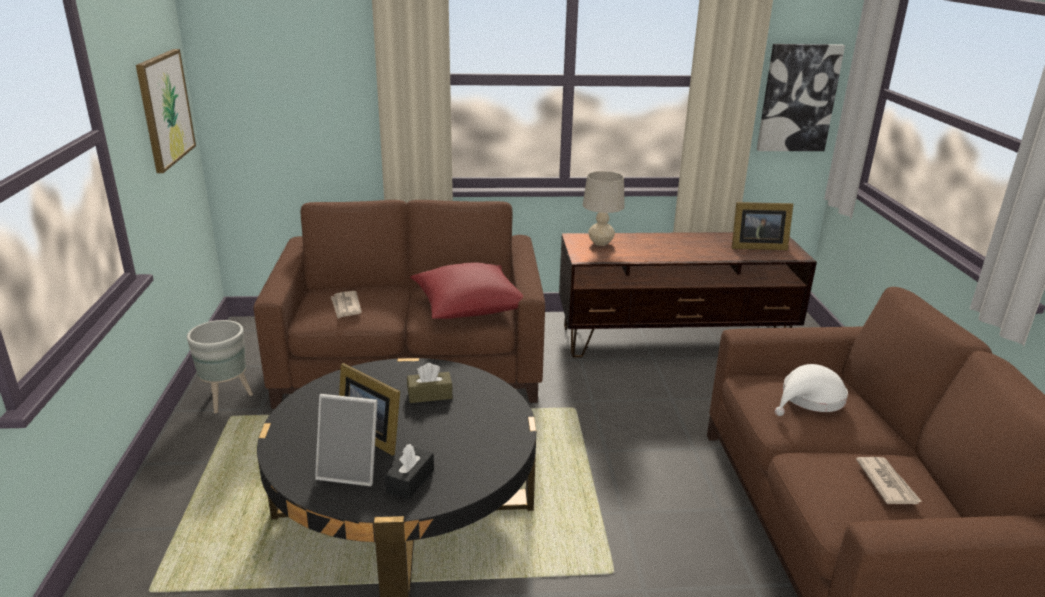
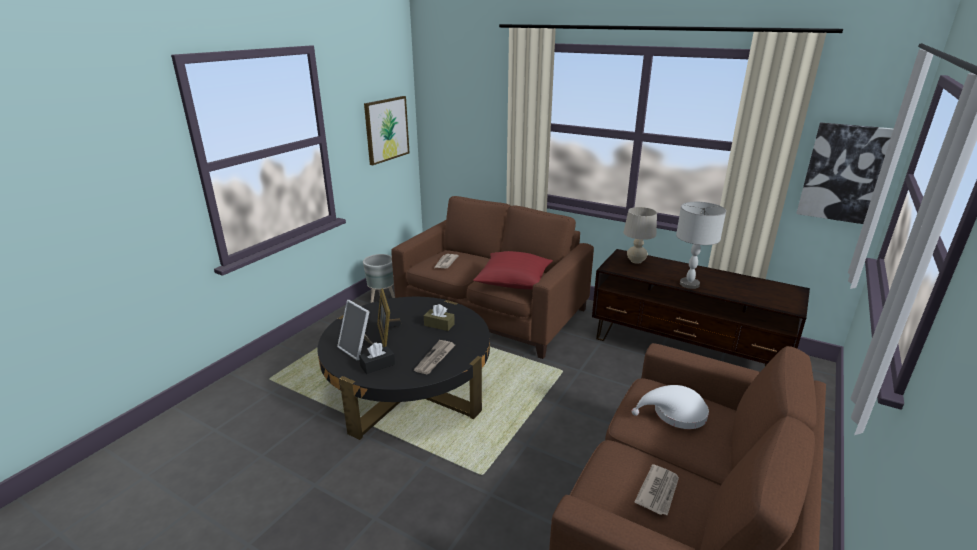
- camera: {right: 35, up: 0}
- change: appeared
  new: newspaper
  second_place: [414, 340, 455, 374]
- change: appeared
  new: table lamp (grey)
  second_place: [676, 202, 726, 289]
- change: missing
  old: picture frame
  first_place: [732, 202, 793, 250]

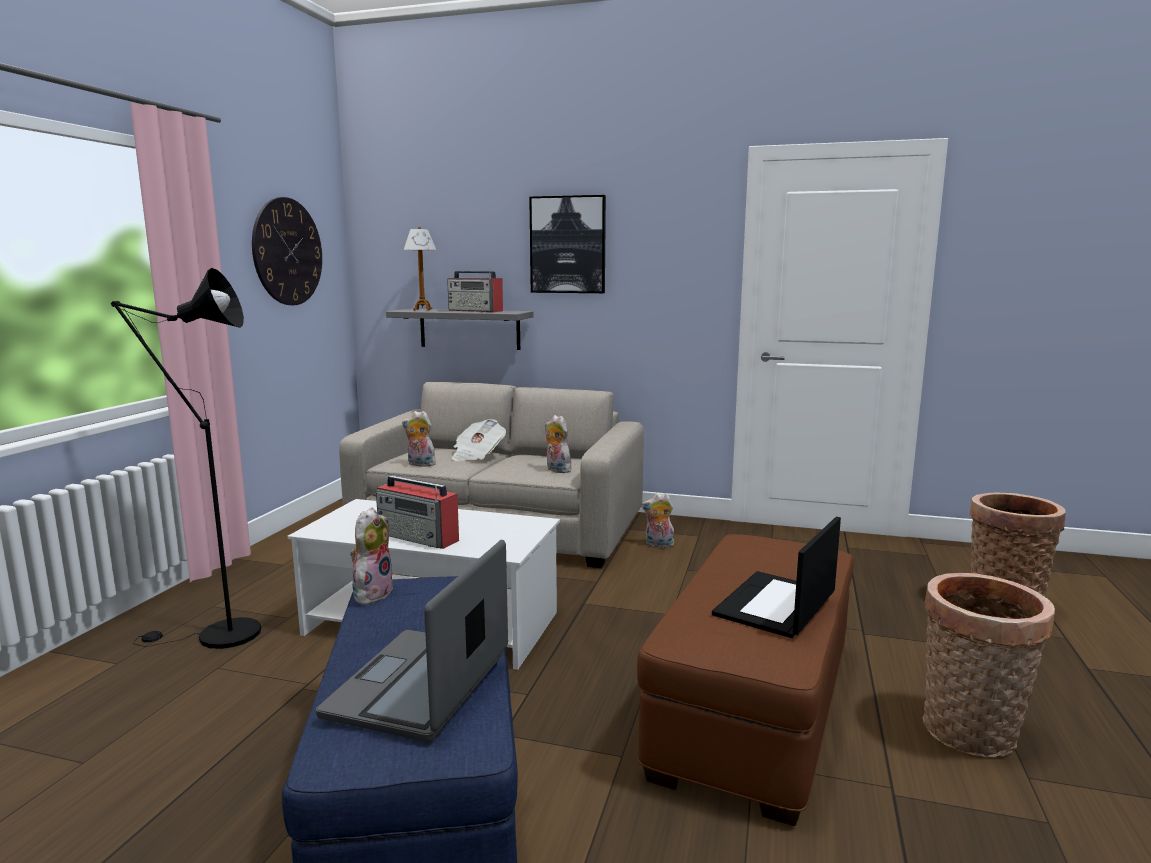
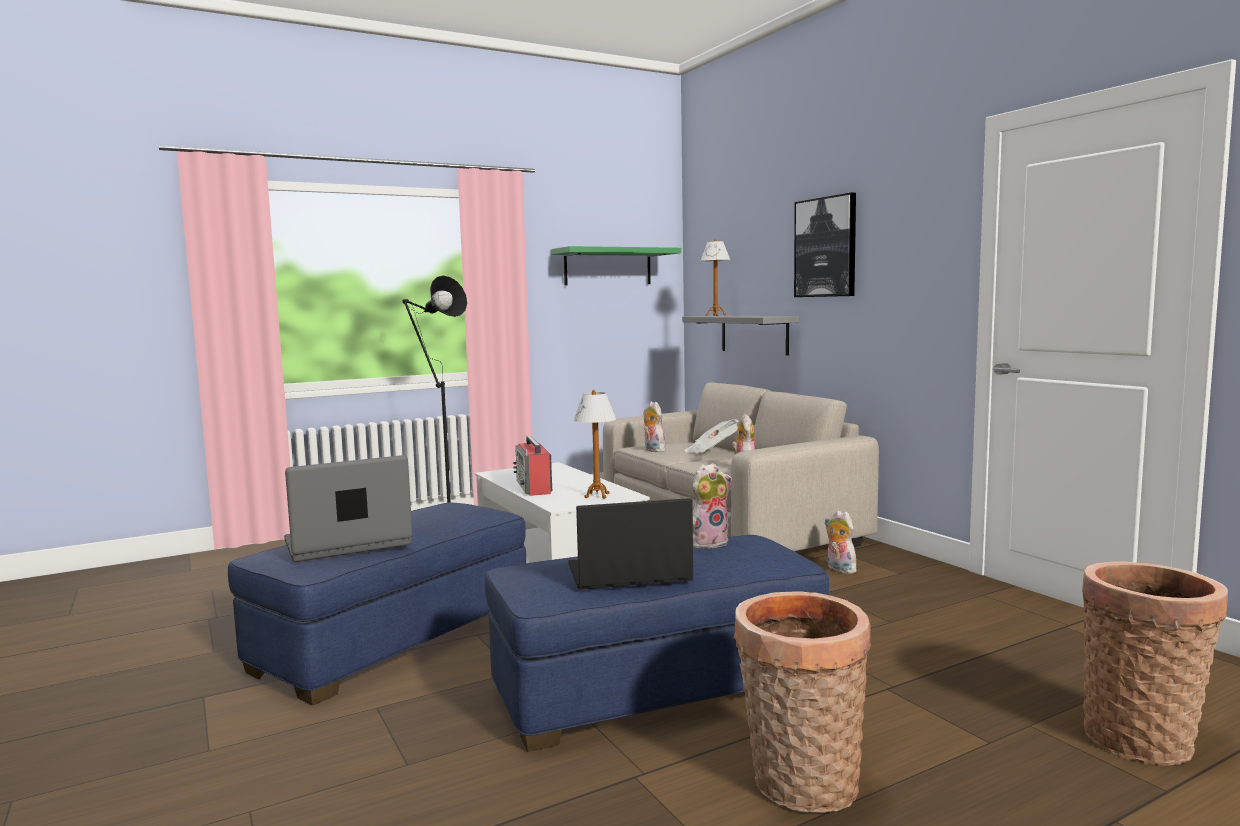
- camera: {right: 45, up: -5}
- change: colour
  old: ottoman (brown)
  new: ottoman (blue)
  first_place: [637, 534, 854, 826]
  second_place: [485, 535, 829, 752]
- change: exchanged
  old: wall clock
  new: shelf (green)
  first_place: [252, 197, 322, 305]
  second_place: [551, 246, 681, 285]
- change: appeared
  new: table lamp
  second_place: [574, 390, 616, 499]
- change: relocated
  old: plush toy
  first_place: [350, 507, 393, 605]
  second_place: [693, 463, 732, 549]
- change: missing
  old: radio
  first_place: [447, 269, 503, 312]

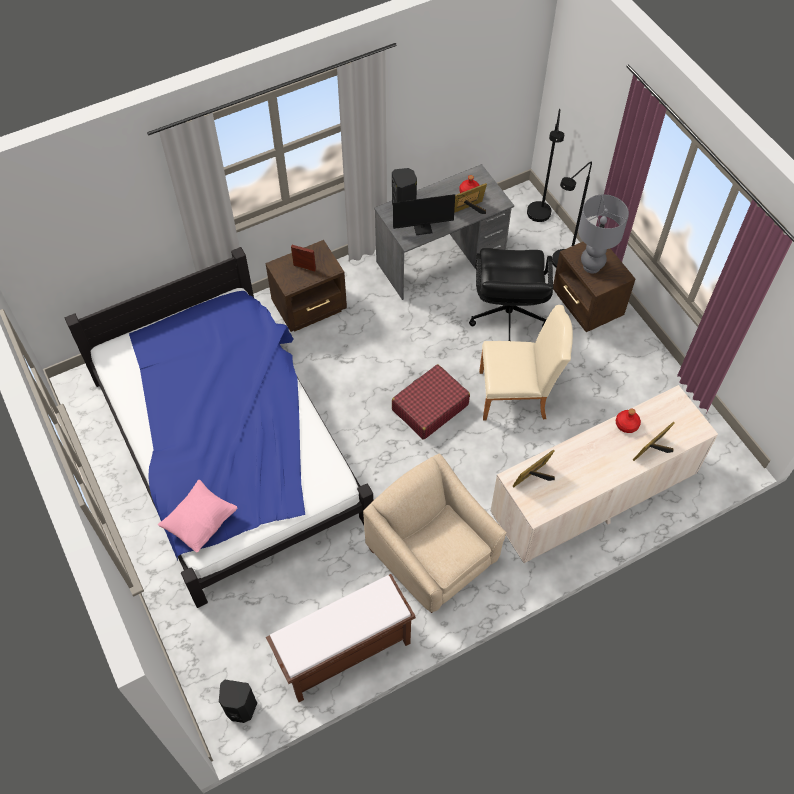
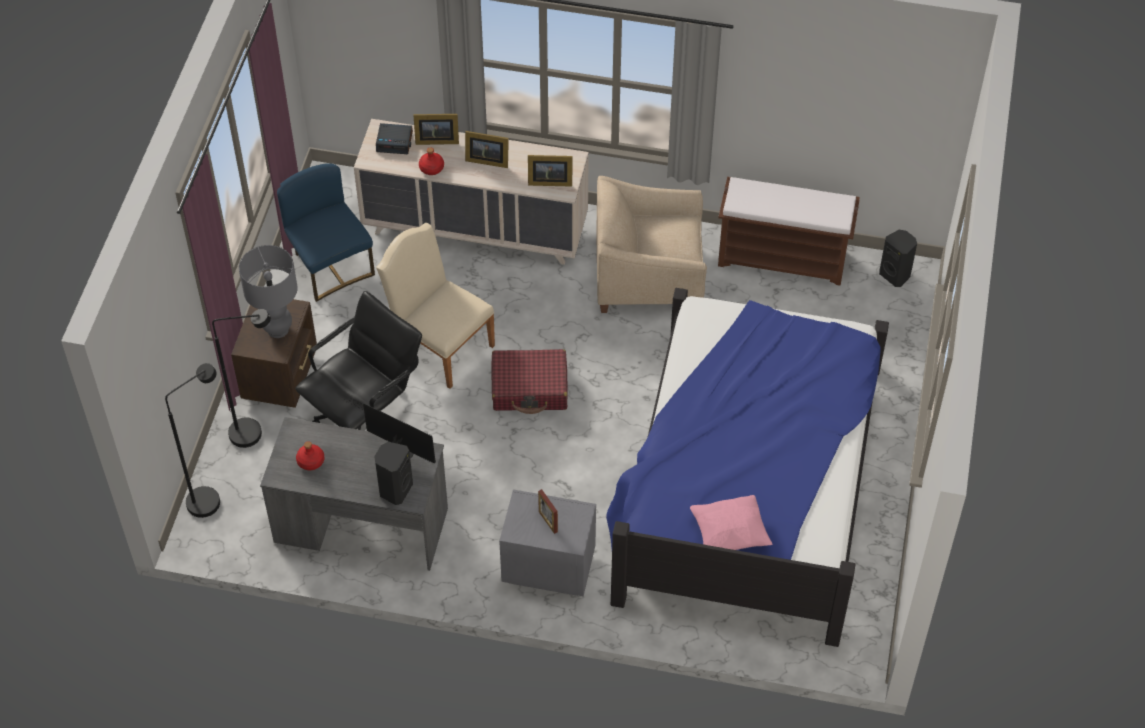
- camera: {right: -140, up: -5}
- change: appeared
  new: chair (blue)
  second_place: [277, 163, 375, 302]
- change: appeared
  new: alarm clock
  second_place: [376, 123, 413, 154]
- change: relocated
  old: picture frame
  first_place: [454, 183, 487, 214]
  second_place: [465, 131, 509, 168]
- change: colour
  old: nightstand (brown)
  new: nightstand (grey)
  first_place: [265, 240, 347, 332]
  second_place: [499, 489, 596, 596]
- change: spun
  old: armchair (beige)
  first_place: [363, 453, 507, 613]
  second_place: [596, 176, 707, 313]
  degrees: 90
- change: relocated
  old: pillow (pink)
  first_place: [158, 480, 237, 552]
  second_place: [690, 495, 773, 550]

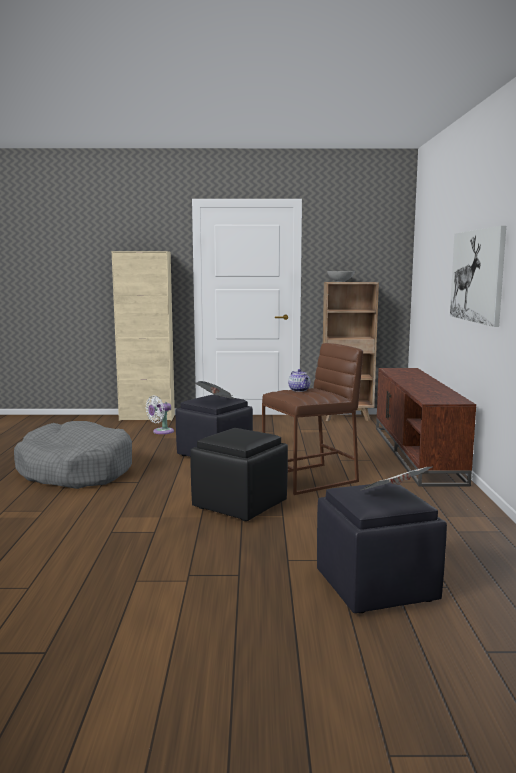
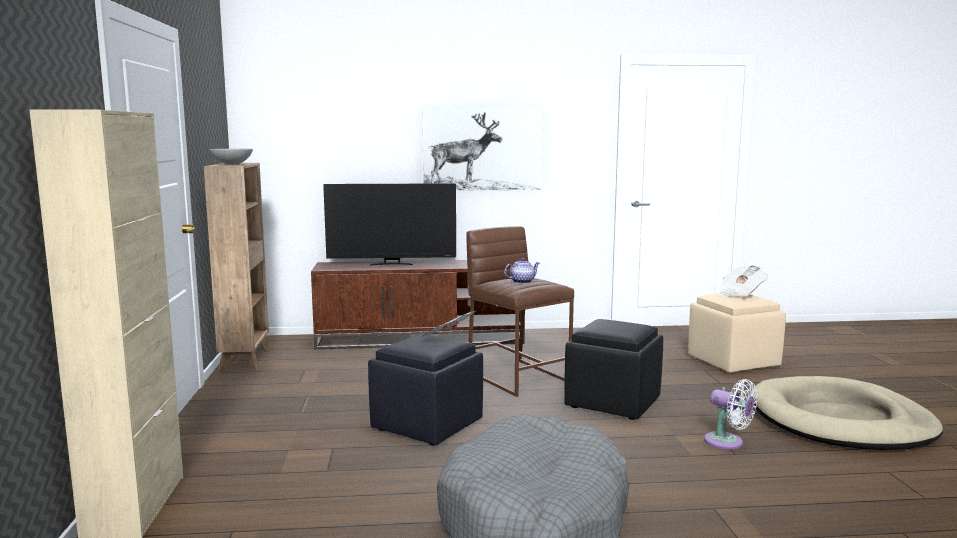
- camera: {right: -95, up: 0}
- change: appeared
  new: television
  second_place: [323, 183, 456, 266]
- change: colour
  old: ottoman (black)
  new: ottoman (beige)
  first_place: [317, 483, 447, 613]
  second_place: [688, 293, 786, 373]
- change: relocated
  old: fan (white)
  first_place: [146, 396, 174, 434]
  second_place: [704, 379, 758, 449]
- change: appeared
  new: dog bed (beige)
  second_place: [753, 376, 943, 450]

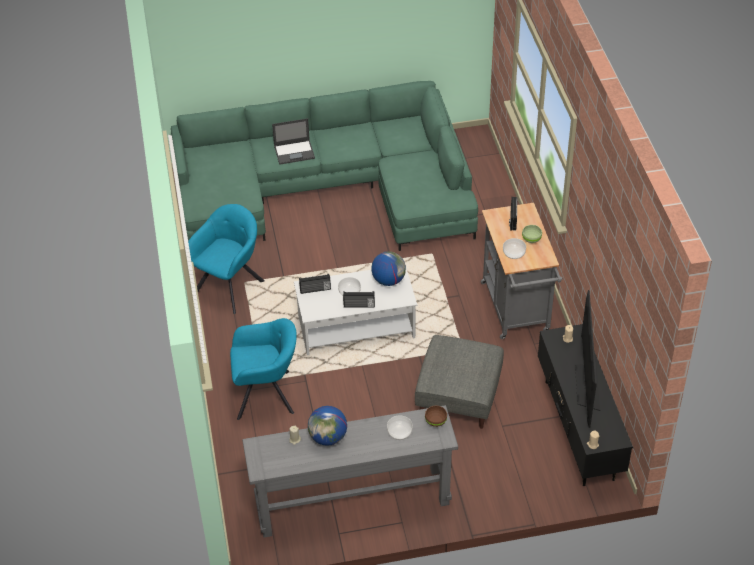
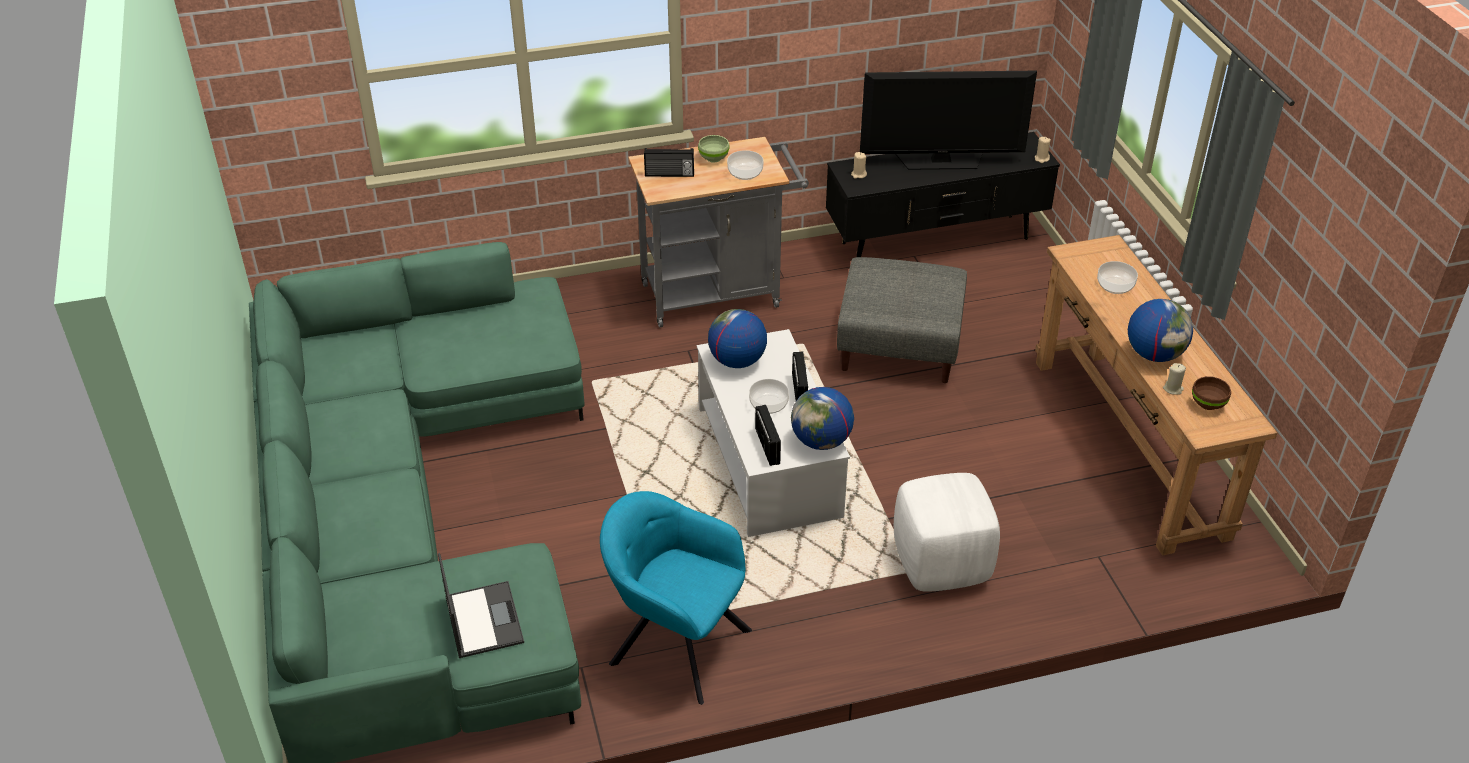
- camera: {right: -95, up: -5}
- change: relocated
  old: laptop
  first_place: [272, 118, 315, 165]
  second_place: [438, 553, 524, 658]
- change: appeared
  new: globe
  second_place: [791, 387, 854, 450]
- change: exchanged
  old: armchair (turquoise)
  new: ottoman (white)
  first_place: [230, 318, 296, 420]
  second_place: [894, 473, 1000, 592]
- change: colour
  old: console table (grey)
  new: console table (brown)
  first_place: [242, 405, 458, 537]
  second_place: [1035, 235, 1277, 556]
- change: relocated
  old: bowl (brown)
  first_place: [425, 406, 447, 427]
  second_place: [1192, 376, 1231, 410]

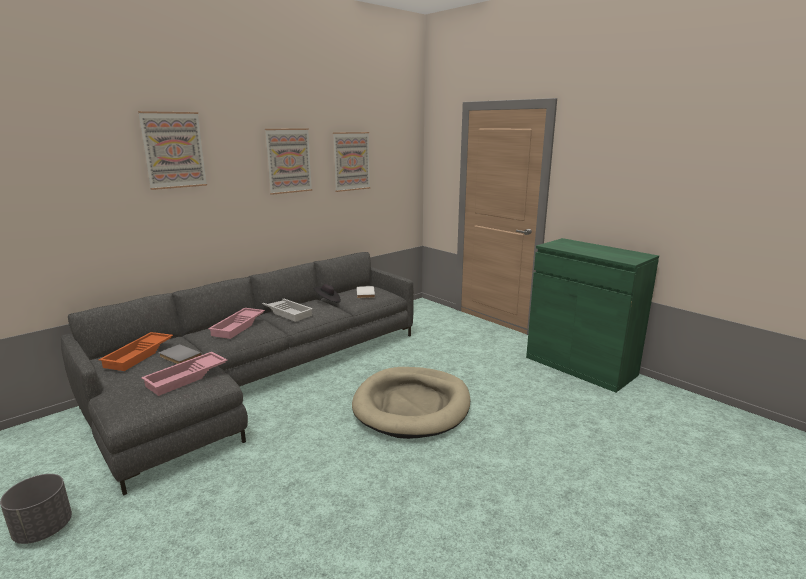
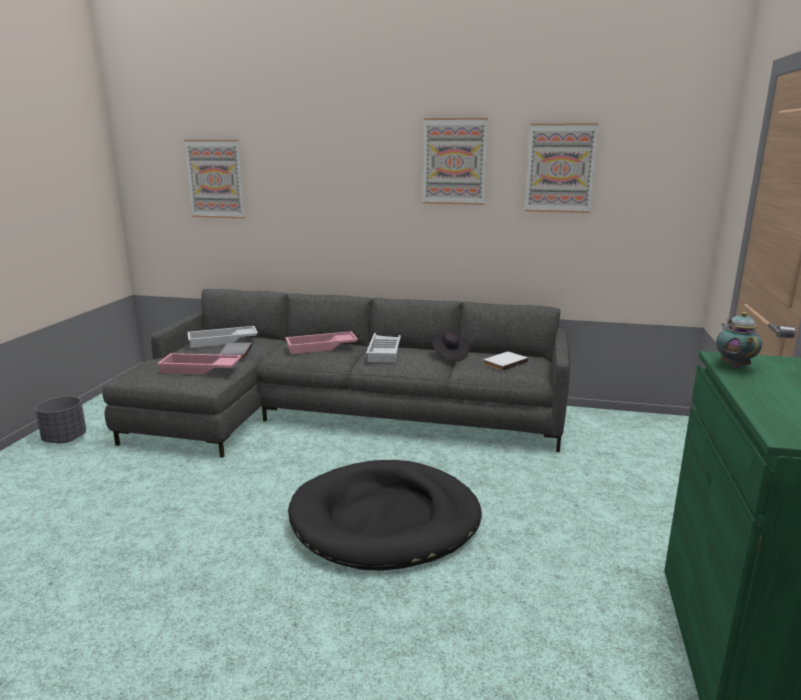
- camera: {right: 55, up: 0}
- change: relocated
  old: picture
  first_place: [138, 111, 207, 190]
  second_place: [184, 140, 245, 218]
- change: colour
  old: tray (orange)
  new: tray (white)
  first_place: [99, 332, 173, 371]
  second_place: [187, 326, 258, 348]
- change: colour
  old: dog bed (beige)
  new: dog bed (black)
  first_place: [352, 367, 470, 439]
  second_place: [288, 460, 482, 571]
- change: appeared
  new: teapot
  second_place: [716, 312, 762, 369]

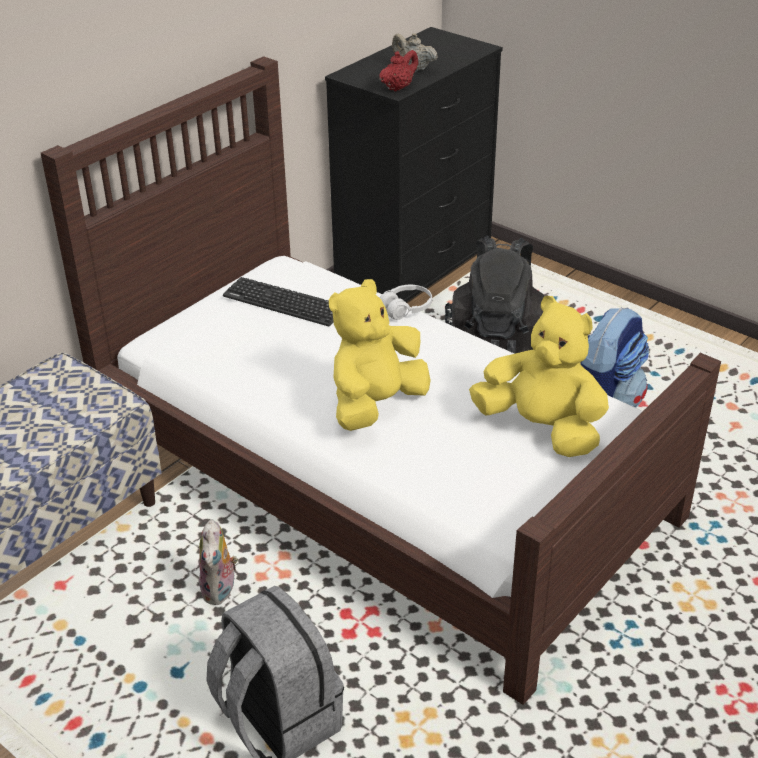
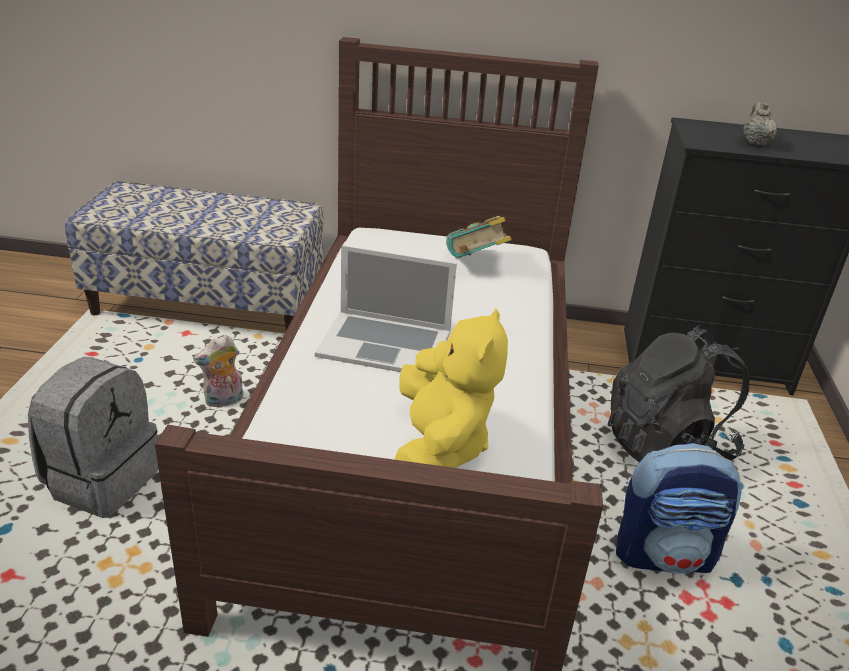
- camera: {right: 55, up: -5}
- change: exchanged
  old: plush toy (yellow)
  new: laptop
  first_place: [329, 279, 431, 431]
  second_place: [315, 245, 457, 372]
- change: exchanged
  old: keyboard
  new: book
  first_place: [223, 277, 334, 326]
  second_place: [446, 216, 512, 258]
- change: missing
  old: teapot (red)
  first_place: [379, 50, 418, 91]
- change: missing
  old: headphones (white)
  first_place: [379, 285, 432, 320]

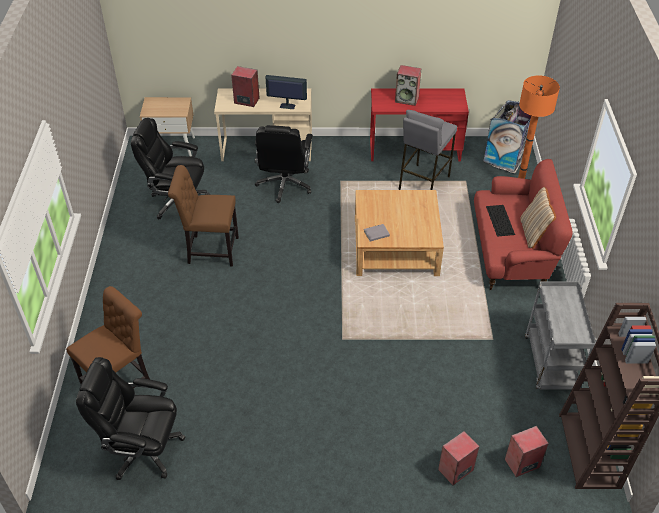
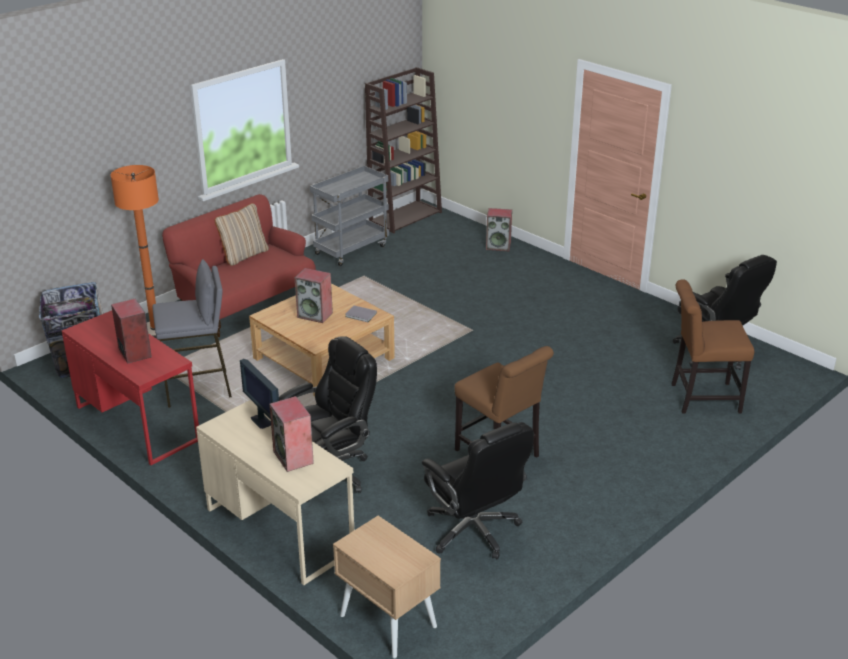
- camera: {right: -135, up: -15}
- change: relocated
  old: speaker
  first_place: [505, 426, 549, 477]
  second_place: [295, 268, 333, 323]
- change: missing
  old: keyboard
  first_place: [486, 205, 515, 237]

